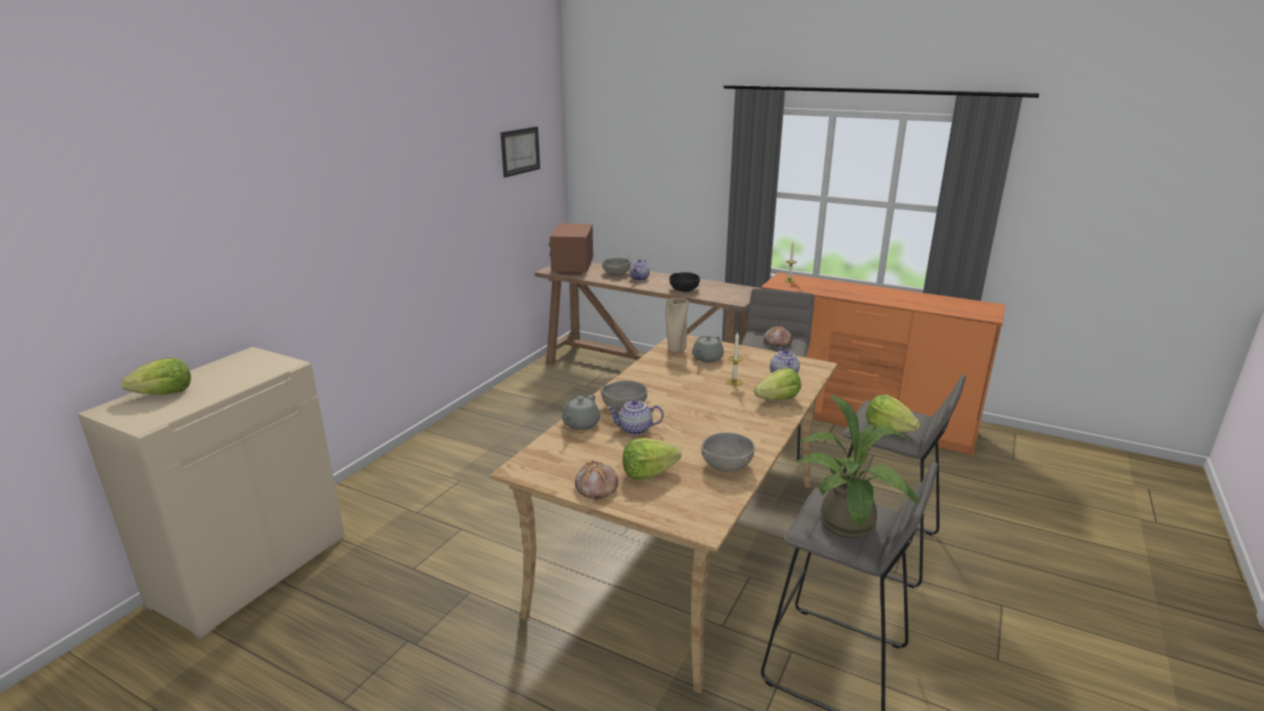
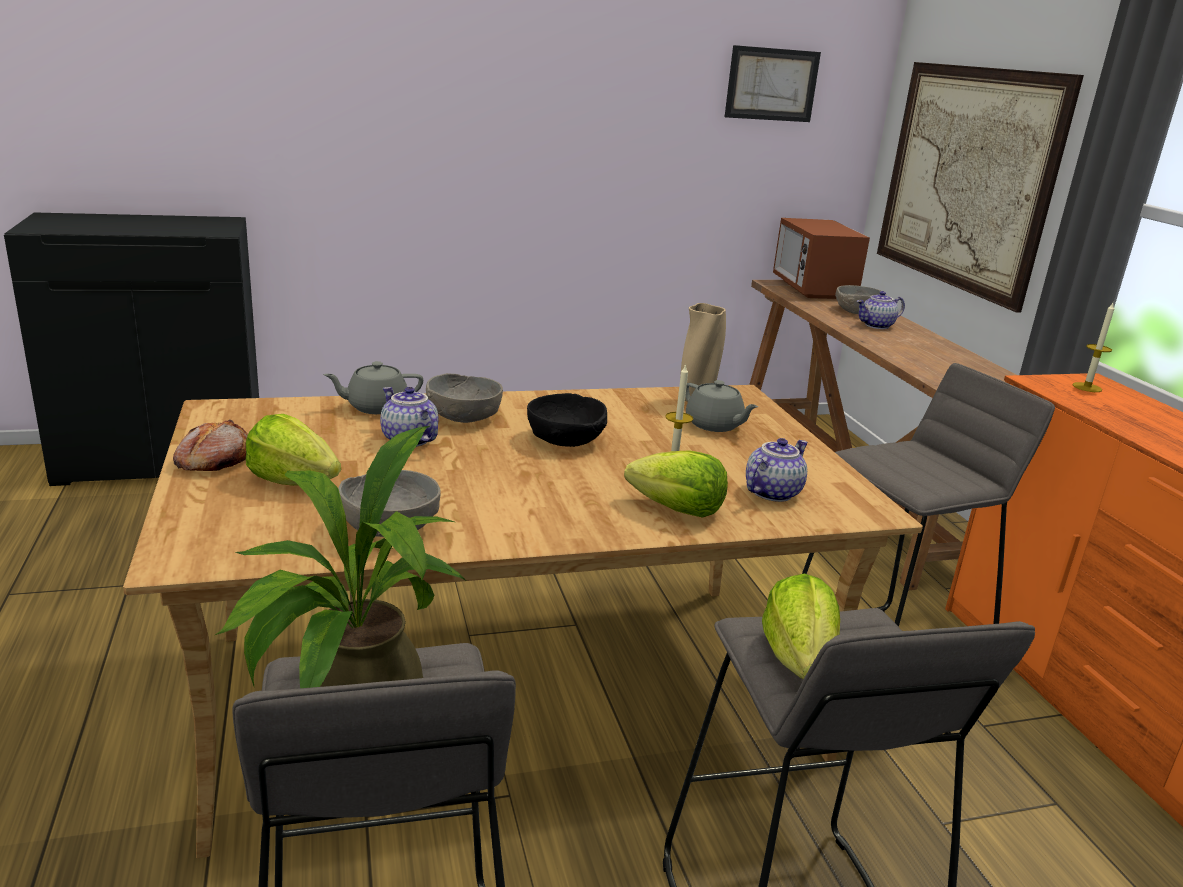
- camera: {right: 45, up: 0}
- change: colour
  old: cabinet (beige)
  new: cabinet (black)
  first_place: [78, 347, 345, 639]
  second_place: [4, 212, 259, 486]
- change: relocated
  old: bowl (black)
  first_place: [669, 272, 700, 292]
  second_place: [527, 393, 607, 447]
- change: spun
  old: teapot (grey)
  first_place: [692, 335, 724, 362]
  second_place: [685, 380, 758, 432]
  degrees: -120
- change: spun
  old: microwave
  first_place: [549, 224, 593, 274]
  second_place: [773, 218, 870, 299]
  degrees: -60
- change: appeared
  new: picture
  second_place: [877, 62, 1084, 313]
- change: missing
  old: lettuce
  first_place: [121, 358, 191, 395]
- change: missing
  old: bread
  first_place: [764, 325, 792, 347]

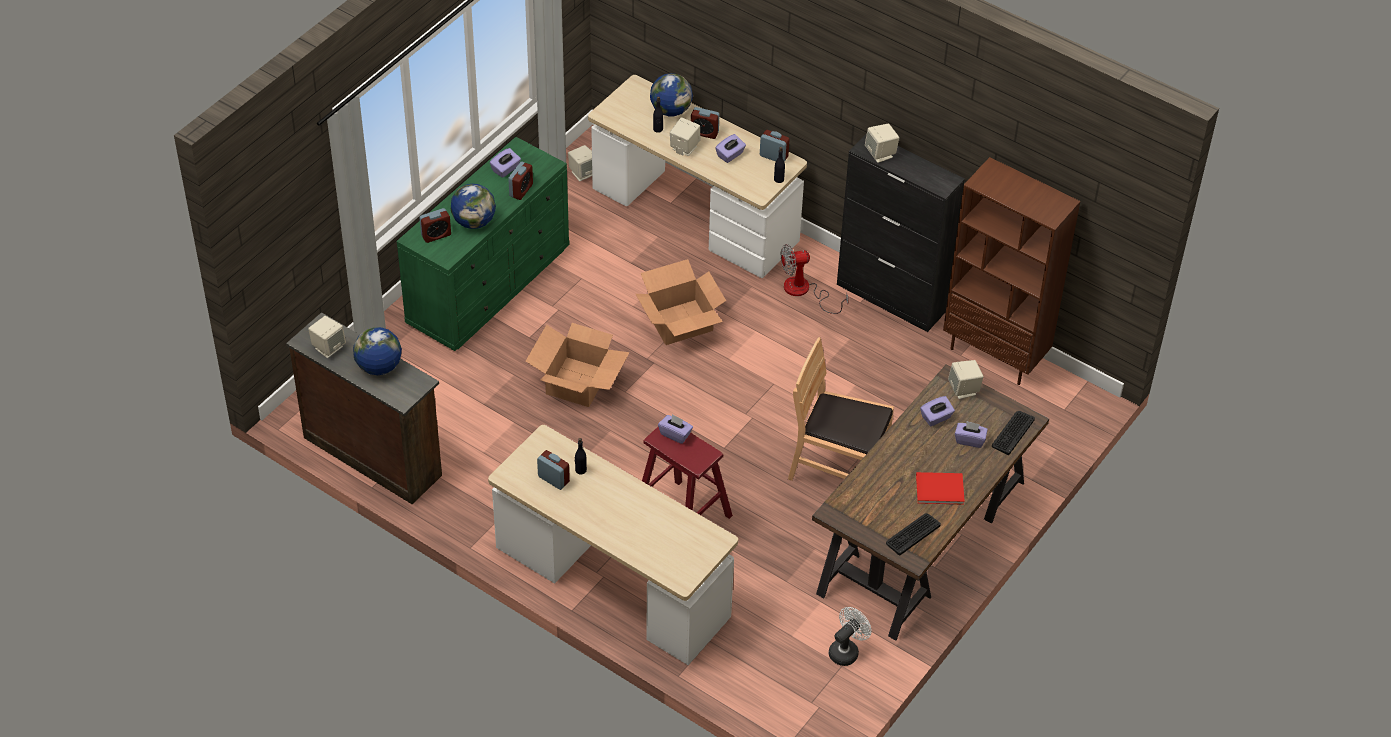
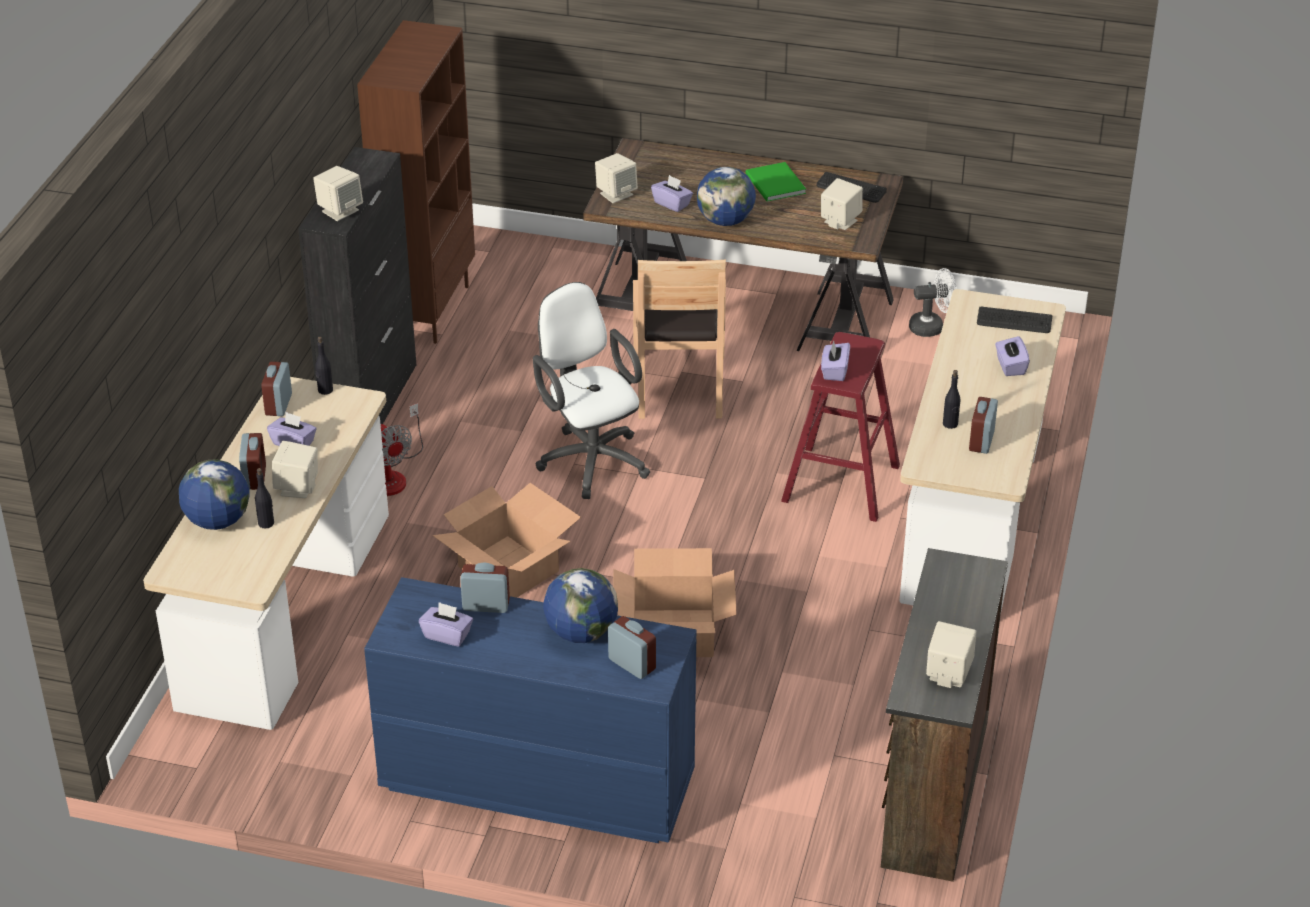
- camera: {right: -110, up: -10}
- change: colour
  old: dresser (green)
  new: dresser (blue)
  first_place: [397, 137, 569, 351]
  second_place: [364, 577, 696, 843]
- change: appeared
  new: office chair (white)
  second_place: [533, 282, 650, 499]
- change: relocated
  old: globe
  first_place: [353, 327, 402, 375]
  second_place: [697, 167, 756, 226]
- change: colour
  old: book (red)
  new: book (green)
  first_place: [916, 472, 965, 505]
  second_place: [745, 162, 806, 202]
- change: relocated
  old: speaker (beige)
  first_place: [568, 145, 592, 181]
  second_place: [821, 178, 863, 230]
- change: spun
  old: fan (white)
  first_place: [829, 607, 871, 666]
  second_place: [909, 268, 957, 337]
  degrees: 150
- change: relocated
  old: keyboard
  first_place: [992, 411, 1035, 455]
  second_place: [977, 307, 1052, 333]
- change: relocated
  old: tissue box (purple)
  first_place: [955, 421, 988, 448]
  second_place: [995, 336, 1030, 376]

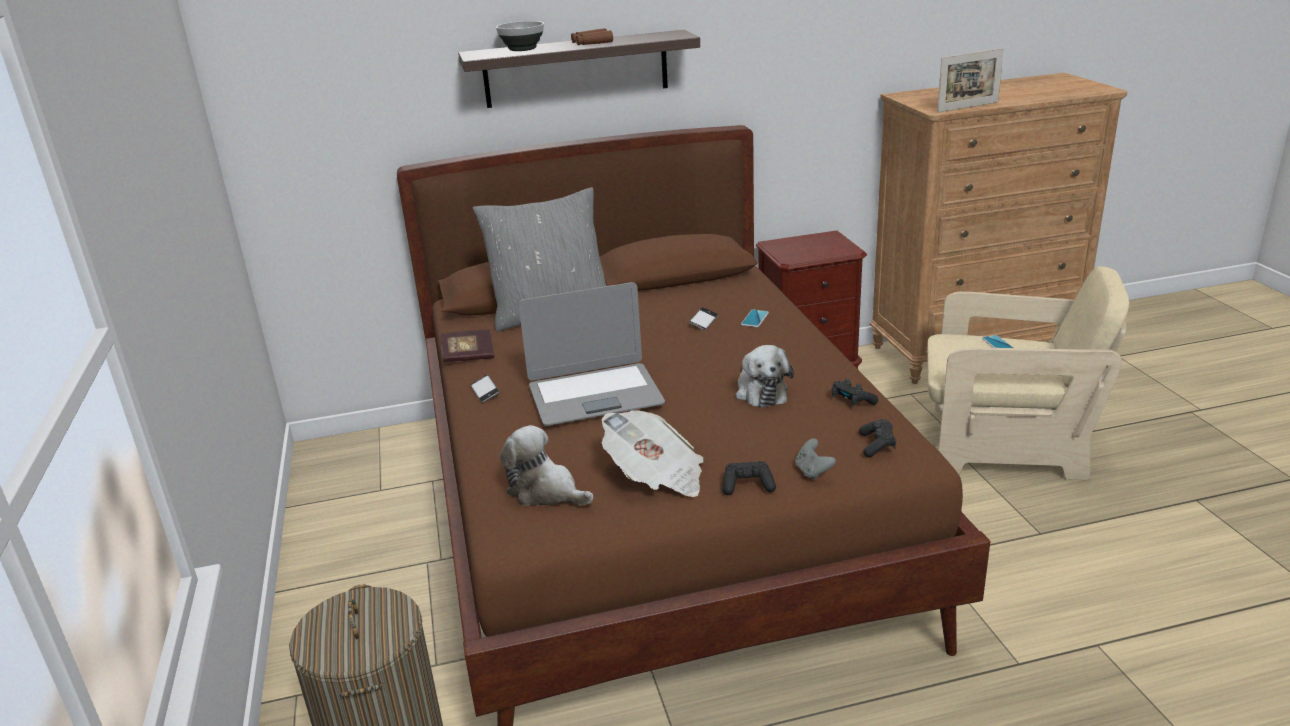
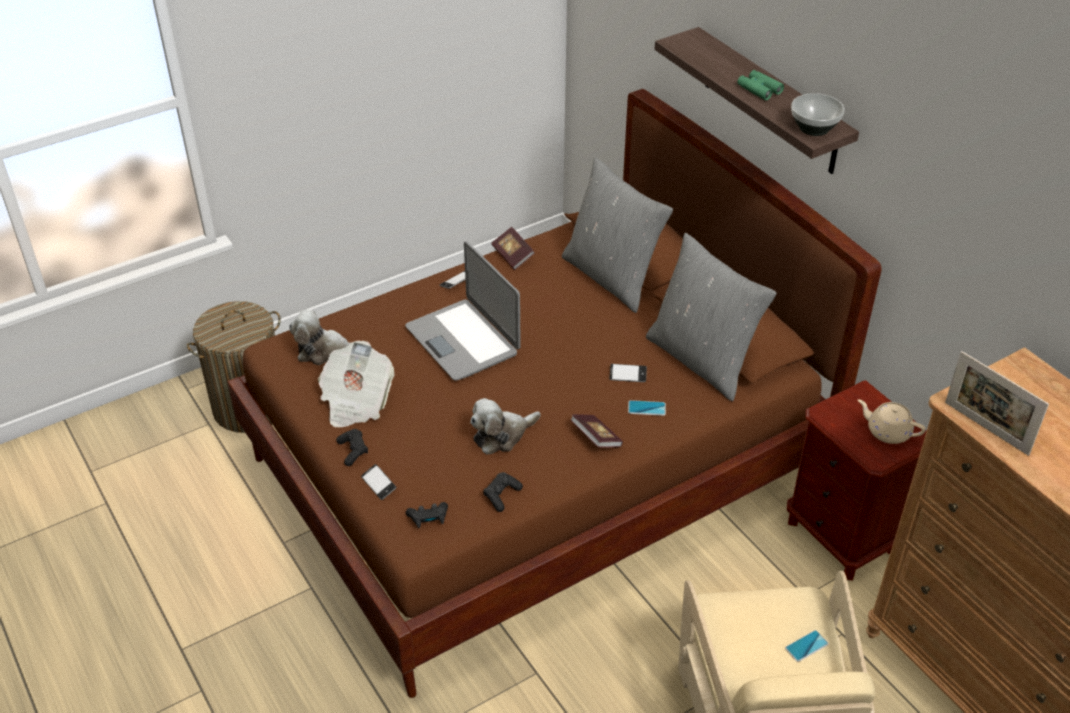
- camera: {right: 70, up: 15}
- change: spun
  old: plush toy
  first_place: [500, 425, 594, 506]
  second_place: [289, 310, 350, 365]
  degrees: -105
- change: exchanged
  old: game controller (grey)
  new: phone
  first_place: [795, 438, 836, 480]
  second_place: [361, 464, 396, 500]
- change: appeared
  new: book
  second_place: [570, 414, 623, 448]
- change: appeared
  new: pillow (grey)
  second_place: [646, 233, 777, 401]
- change: colour
  old: binoculars (brown)
  new: binoculars (green)
  first_place: [571, 28, 613, 45]
  second_place: [737, 70, 784, 100]
- change: relocated
  old: bowl
  first_place: [496, 21, 544, 51]
  second_place: [791, 93, 845, 136]
- change: appeared
  new: teapot (beige)
  second_place: [858, 399, 926, 444]

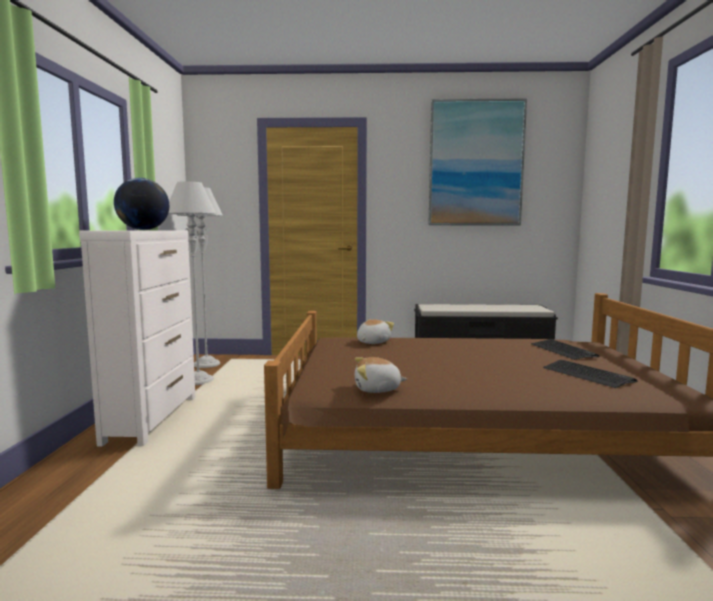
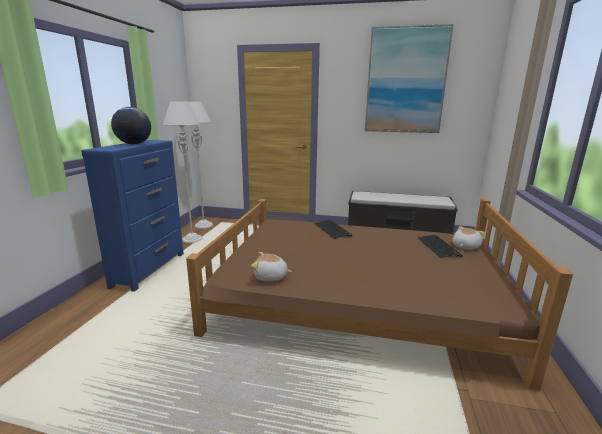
- camera: {right: 10, up: 10}
- change: colour
  old: dresser (white)
  new: dresser (blue)
  first_place: [79, 231, 195, 446]
  second_place: [81, 140, 184, 292]
- change: relocated
  old: keyboard
  first_place: [543, 360, 637, 388]
  second_place: [315, 220, 352, 239]
- change: relocated
  old: plush toy
  first_place: [357, 319, 394, 344]
  second_place: [453, 226, 486, 250]

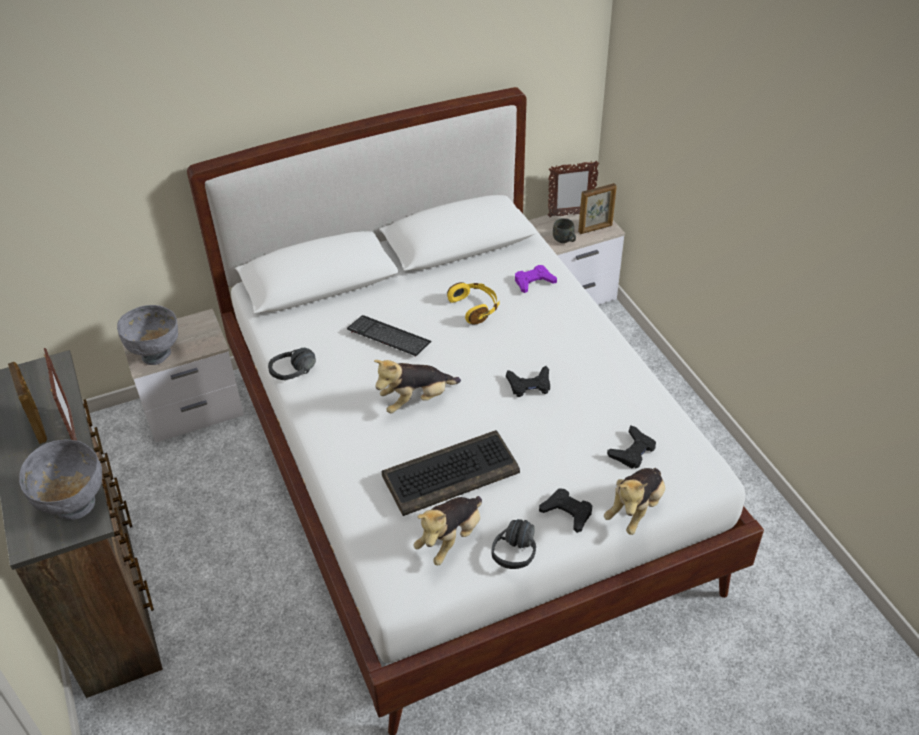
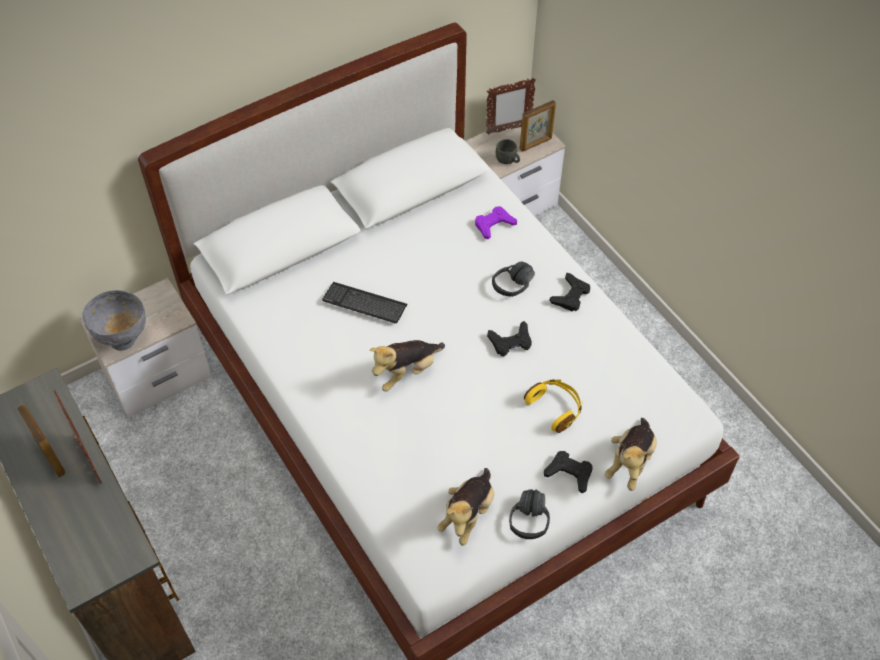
- camera: {right: -10, up: 10}
- change: relocated
  old: headphones (black)
  first_place: [268, 348, 316, 380]
  second_place: [492, 262, 535, 297]
- change: relocated
  old: headphones (yellow)
  first_place: [447, 282, 500, 325]
  second_place: [524, 379, 583, 433]
- change: relocated
  old: game controller (black)
  first_place: [607, 426, 656, 469]
  second_place: [549, 273, 590, 311]
- change: missing
  old: bowl (grey)
  first_place: [19, 439, 102, 520]
- change: missing
  old: keyboard
  first_place: [382, 430, 520, 516]

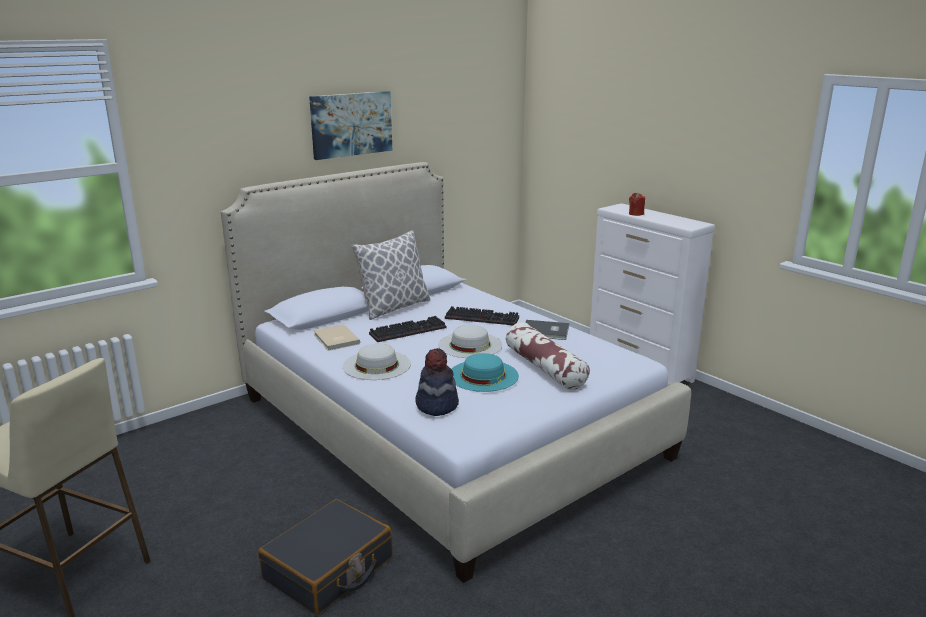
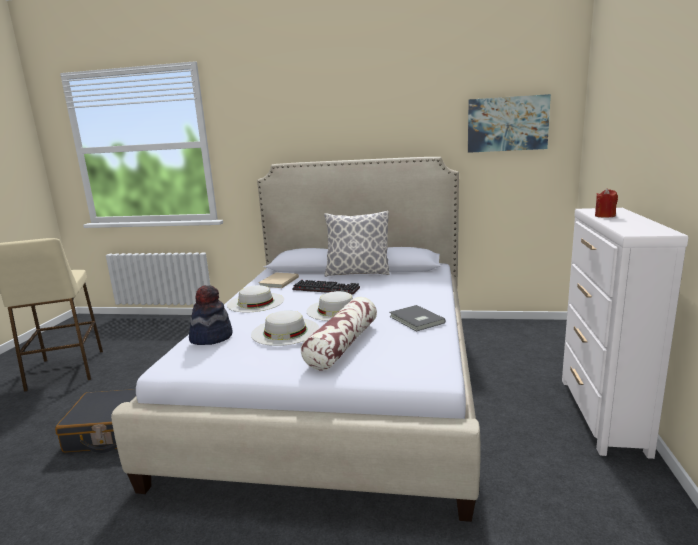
- camera: {right: 50, up: -5}
- change: colour
  old: hat (turquoise)
  new: hat (white)
  first_place: [452, 353, 519, 392]
  second_place: [251, 310, 319, 346]
- change: relocated
  old: picture
  first_place: [309, 91, 392, 160]
  second_place: [468, 94, 551, 153]
- change: missing
  old: keyboard
  first_place: [445, 306, 519, 325]

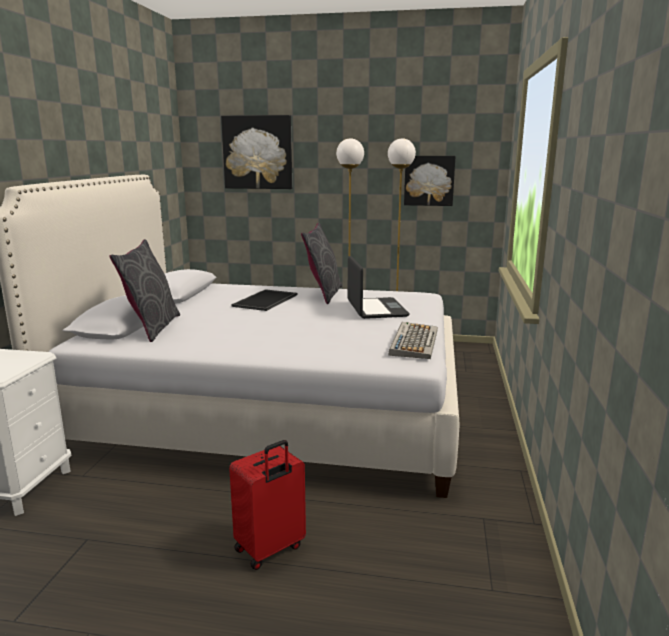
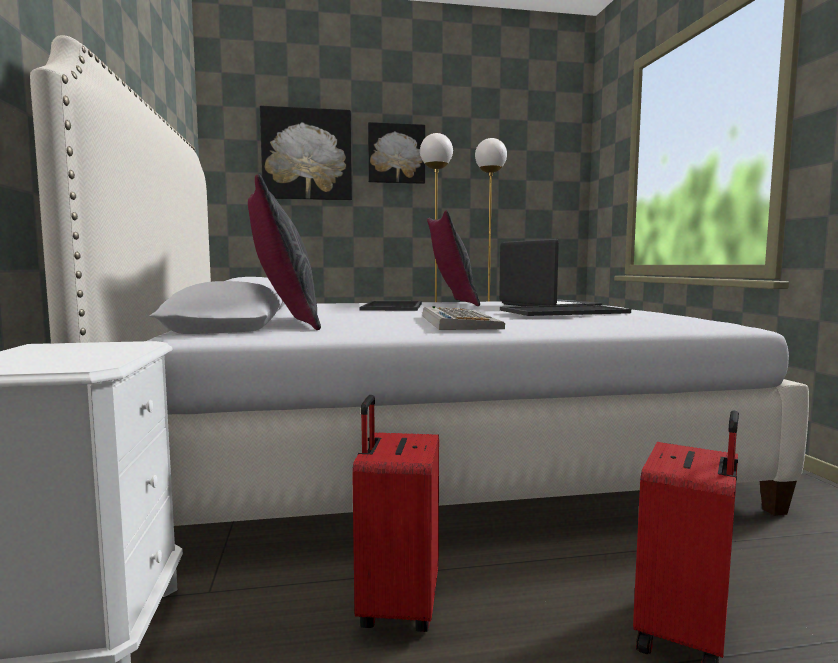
- camera: {right: -20, up: -10}
- change: appeared
  new: suitcase (red)
  second_place: [352, 395, 439, 632]
- change: relocated
  old: picture
  first_place: [404, 156, 455, 206]
  second_place: [368, 122, 425, 184]
- change: relocated
  old: keyboard
  first_place: [388, 322, 438, 359]
  second_place: [423, 306, 505, 330]
- change: appeared
  new: tray
  second_place: [500, 305, 631, 316]

